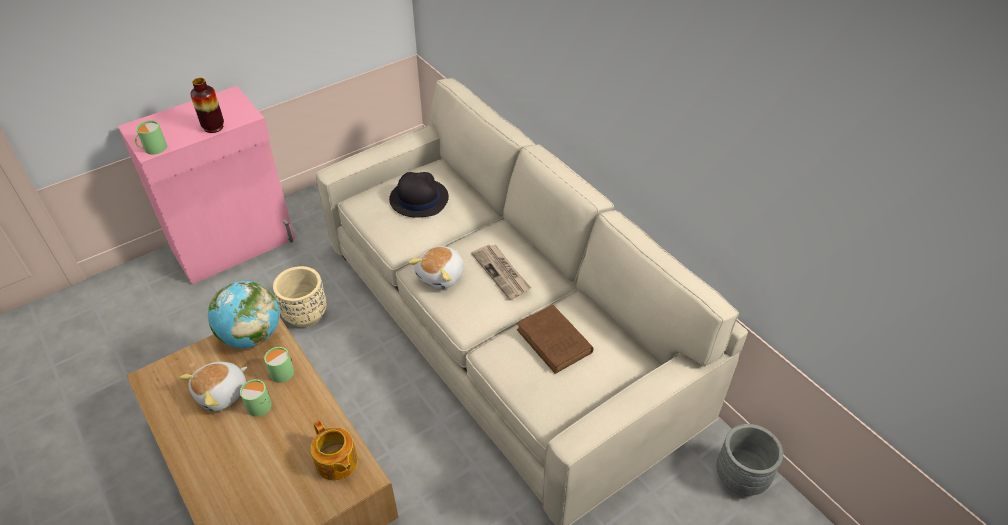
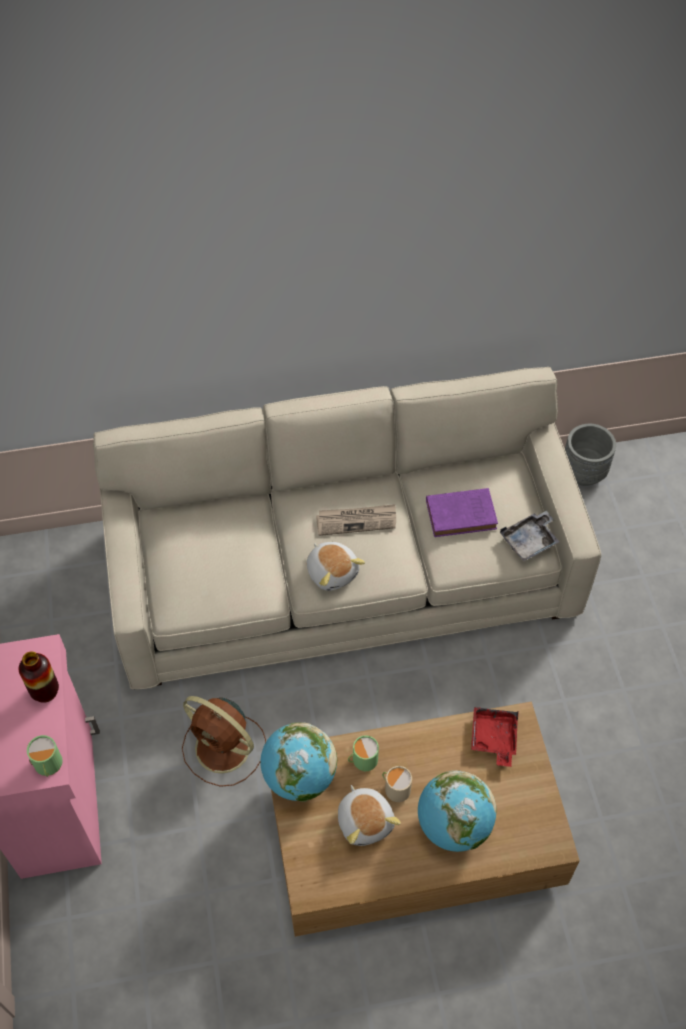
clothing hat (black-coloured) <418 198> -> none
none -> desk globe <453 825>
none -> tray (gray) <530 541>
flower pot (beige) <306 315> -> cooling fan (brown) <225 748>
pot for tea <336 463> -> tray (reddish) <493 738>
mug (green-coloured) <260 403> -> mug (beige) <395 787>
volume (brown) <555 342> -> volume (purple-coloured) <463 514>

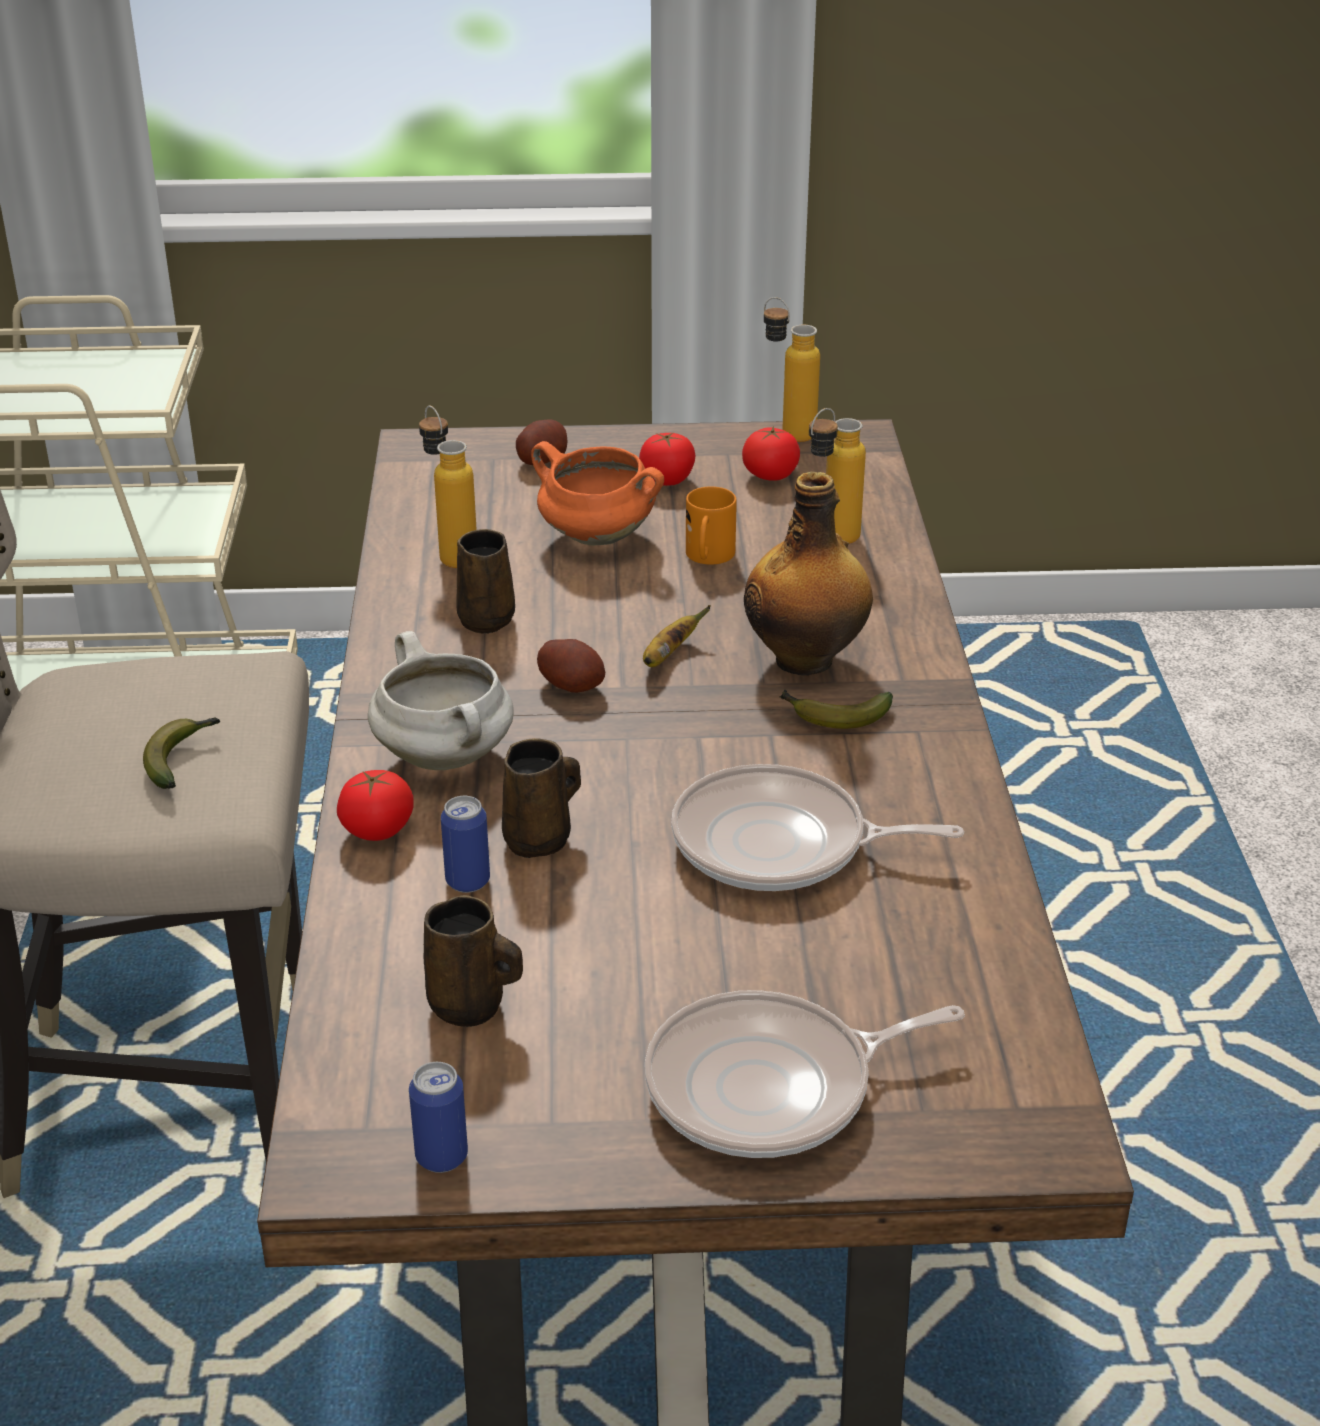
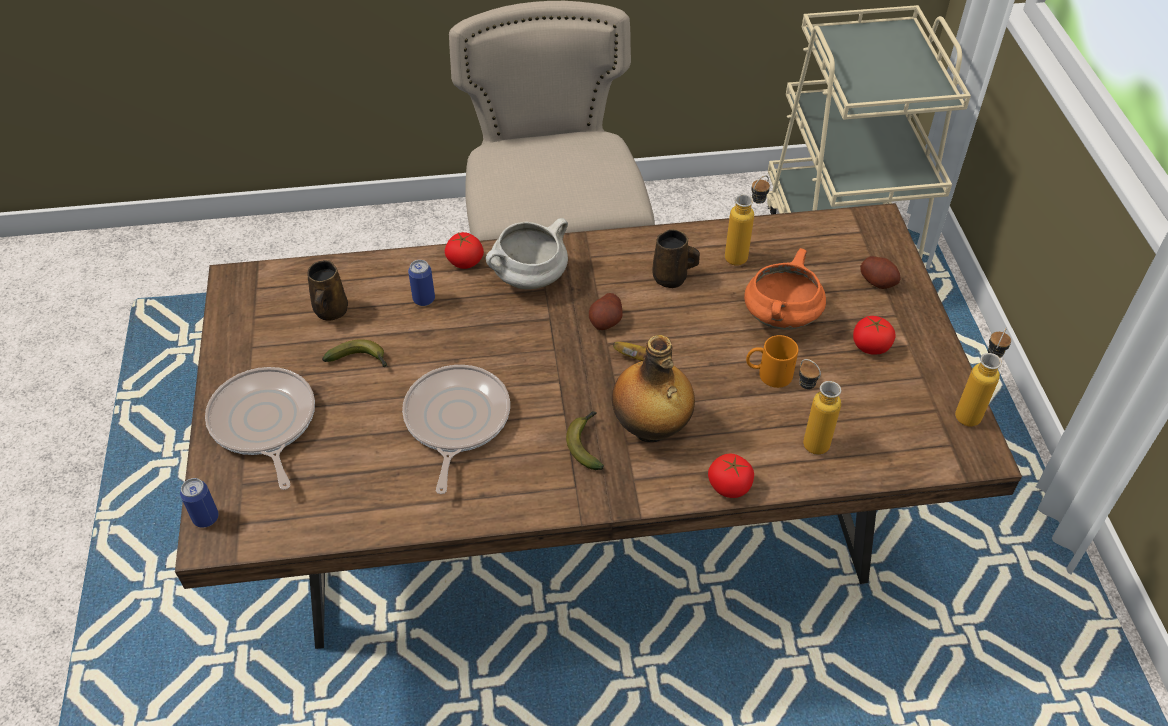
mug (brown) <540 839> -> none
whole banana <182 758> -> whole banana <360 360>, shifted
metal can <441 1156> -> metal can <206 518>, shifted
fresh tomato <770 475> -> fresh tomato <729 486>, shifted

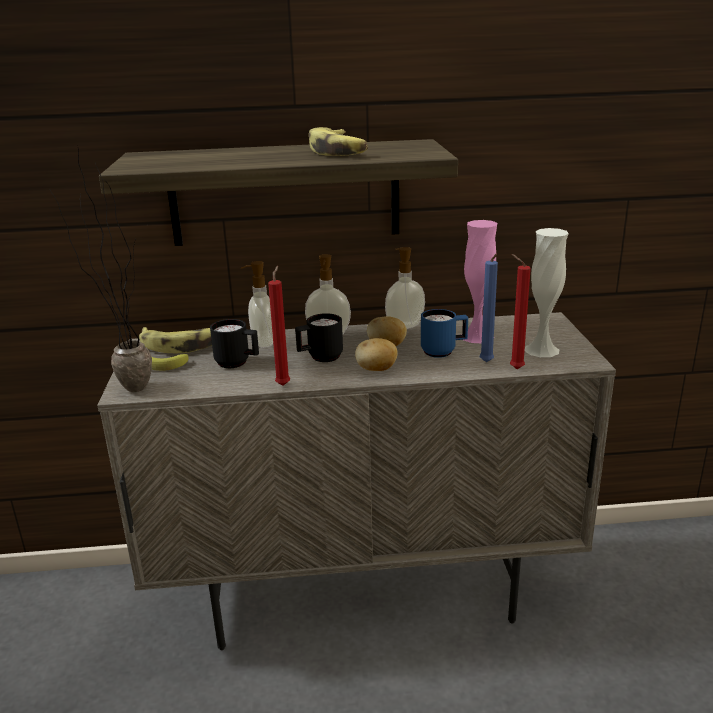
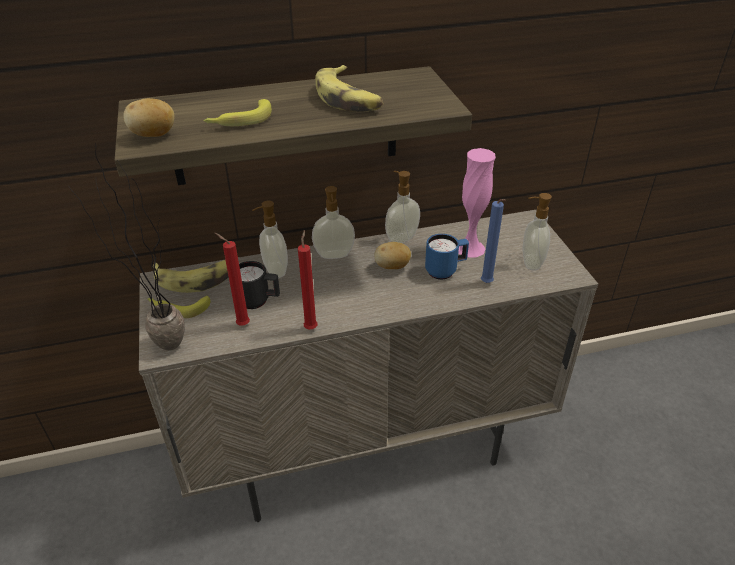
mug (black-coloured) <320 358> -> none
none -> whole banana <239 121>
spud <376 370> -> spud <154 135>, shifted
candle (reddish) <514 368> -> candle (reddish) <241 324>, shifted
vase (whitish) <541 350> -> liquid soap bottle <530 262>

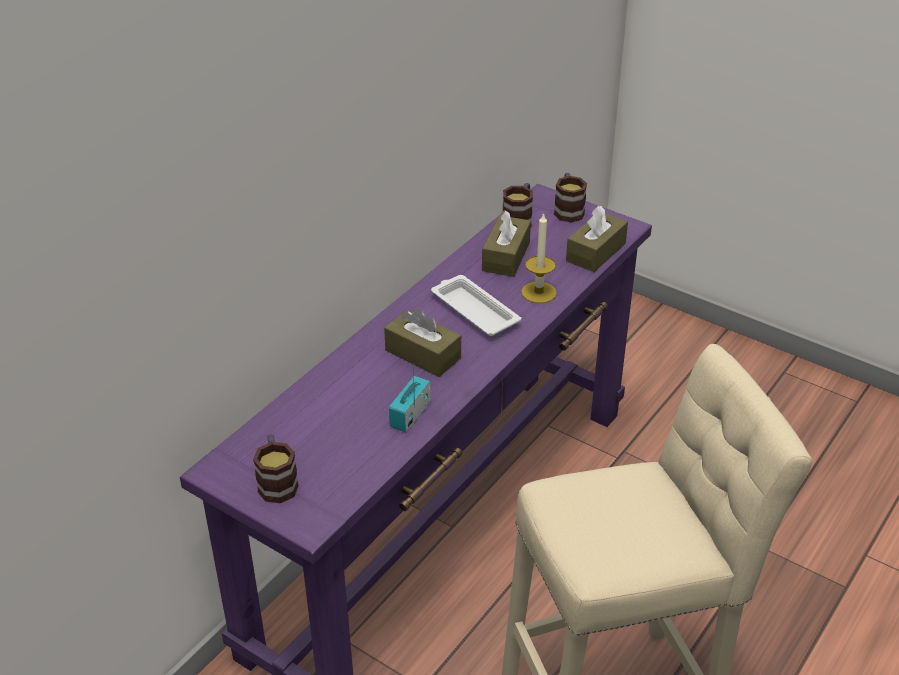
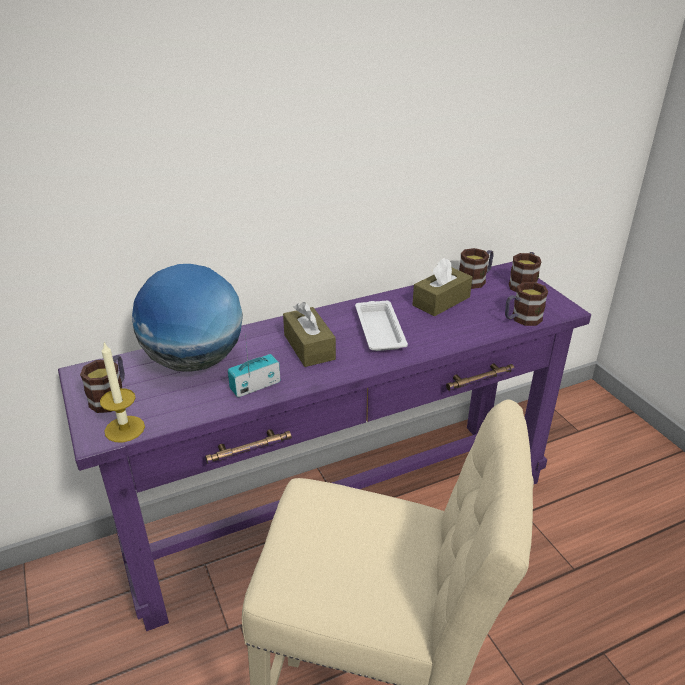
none -> desk globe <194 361>
candle <538 292> -> candle <124 429>, shifted
tissue holder (brown) <596 252> -> mug <521 319>

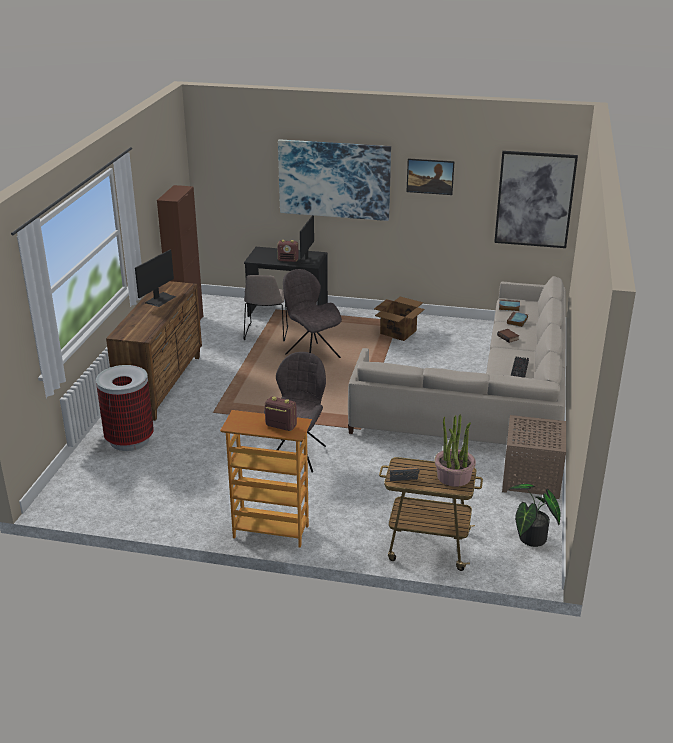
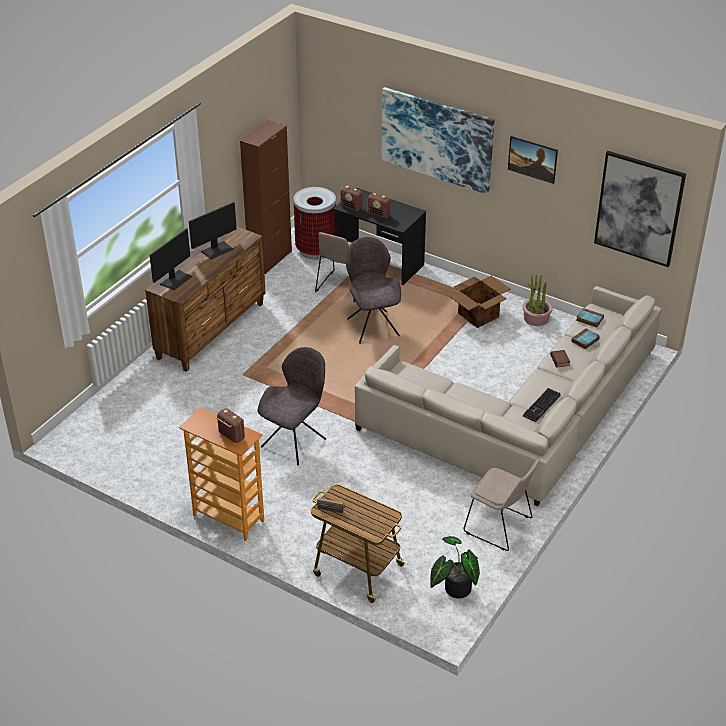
none -> radio set <351 207>
waste bin <129 440> -> waste bin <315 250>, shifted
computer display <310 259> -> computer display <176 280>, shifted
potted plant <453 476> -> potted plant <536 318>, shifted
end table (brown) <532 479> -> plain chair (beige) <500 526>

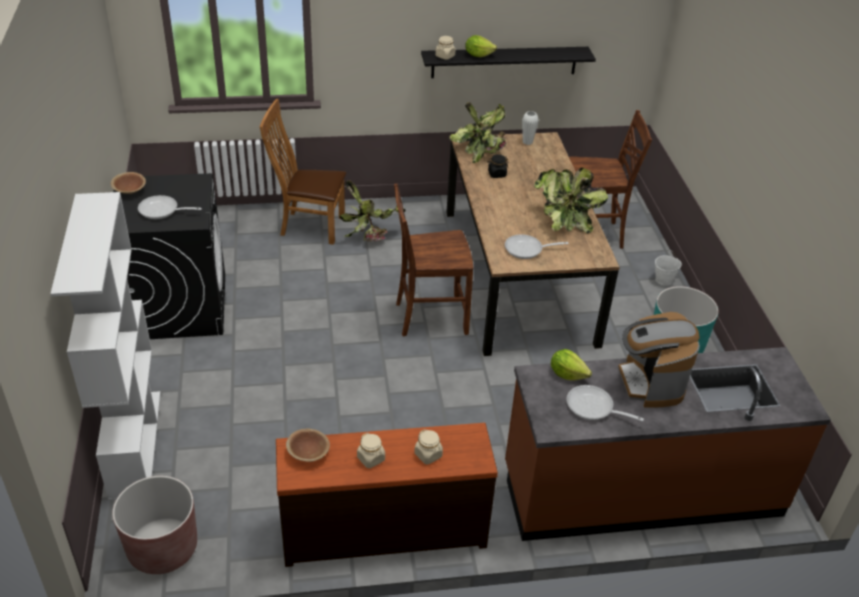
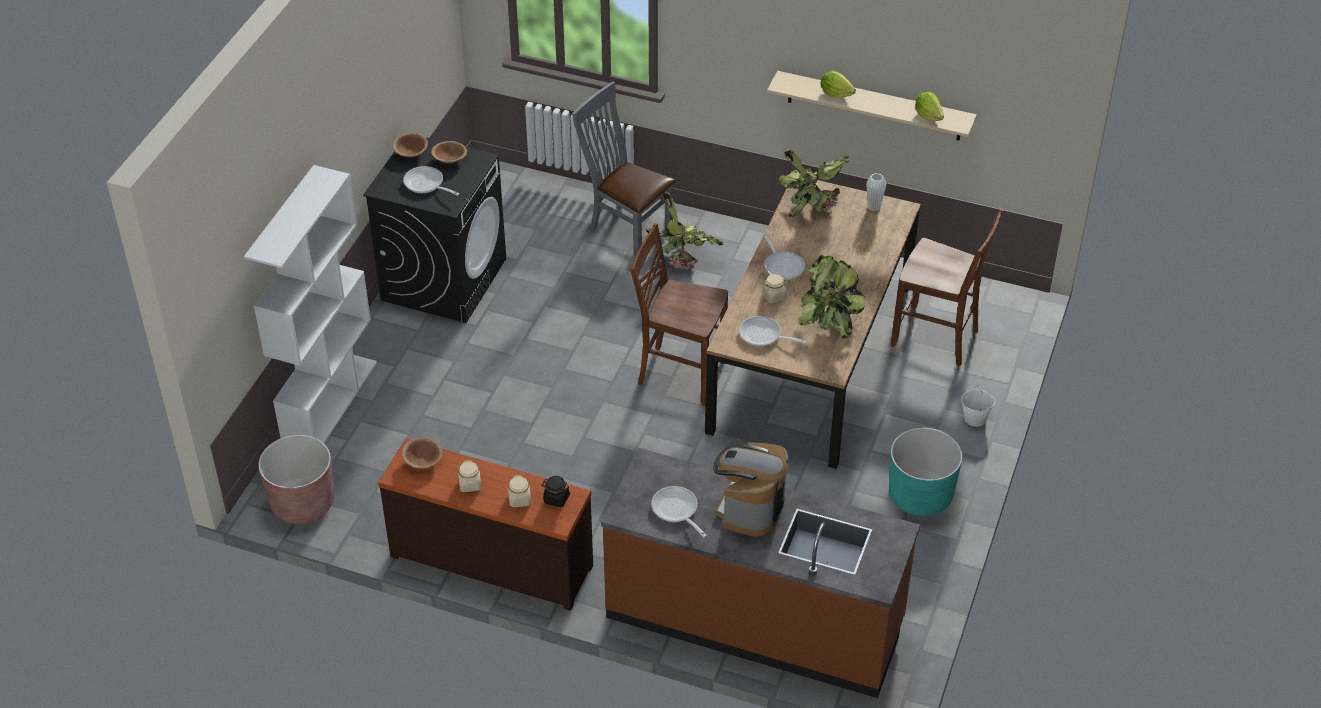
none -> serving bowl (brown) <449 159>
none -> pan <782 266>
preserve jar (beige) <445 56> -> preserve jar (beige) <774 296>, shifted
preserve jar (black-coloured) <496 174> -> preserve jar (black-coloured) <556 499>, shifted
head of lettuce <567 374> -> head of lettuce <928 115>, shifted
plain chair (brown) <308 226> -> plain chair (gray) <626 227>
shelf (black-coloured) <504 62> -> shelf (beige) <874 106>

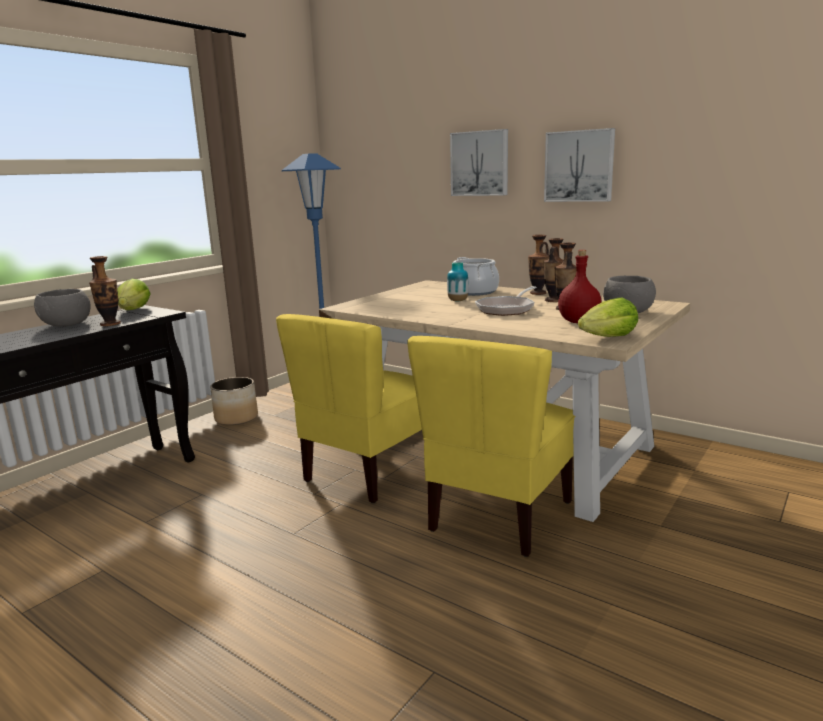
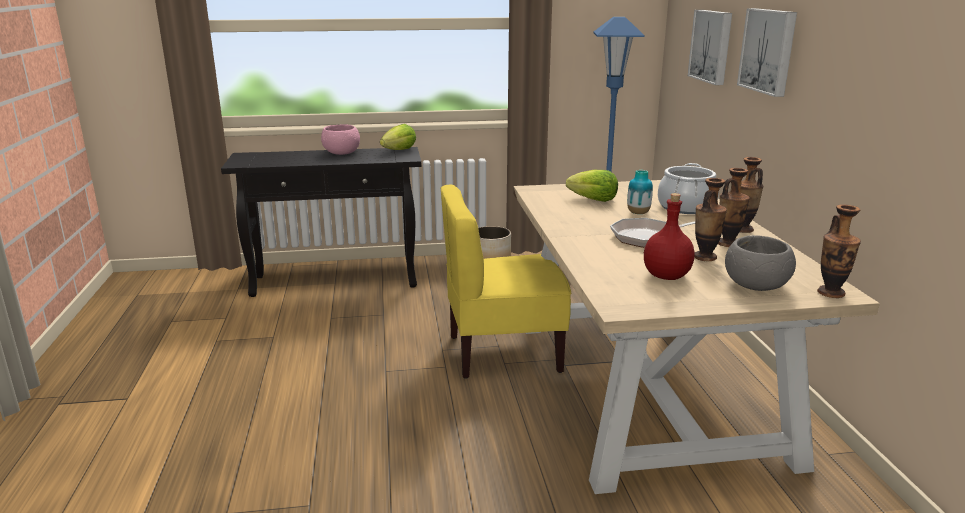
plain chair (yellowish) <498 516> -> none
vase <110 324> -> vase <831 293>, shifted
picture <579 166> -> picture <712 46>, shifted
head of lettuce <609 337> -> head of lettuce <593 200>, shifted
serving bowl (gray) <66 324> -> serving bowl (pinkish) <342 153>

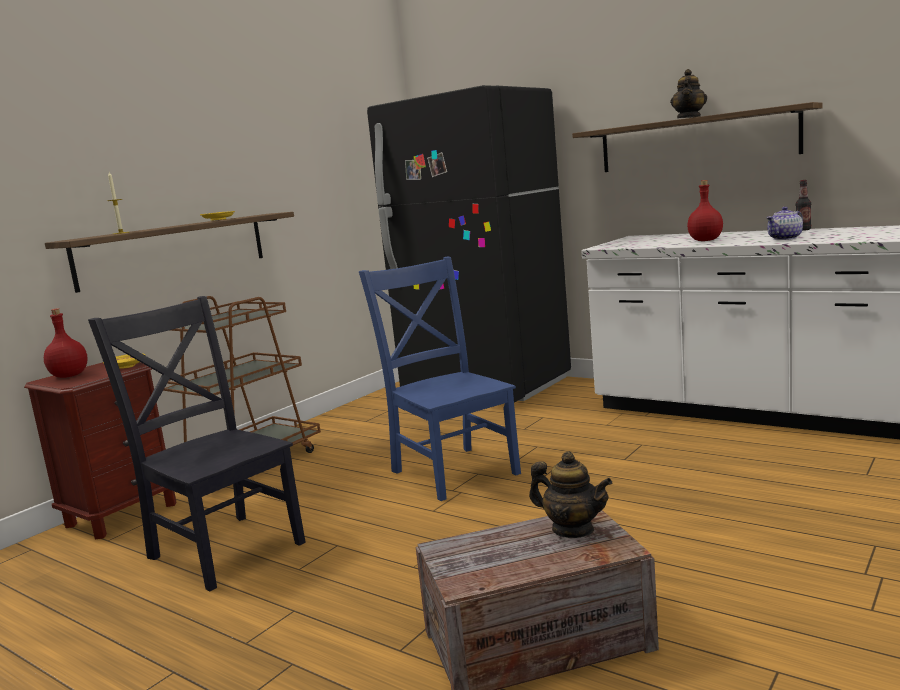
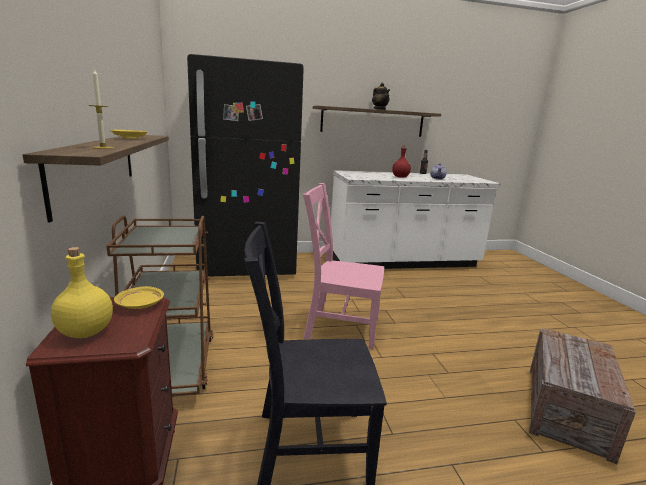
pot for tea <573 530> -> none
bottle (reddish) <69 376> -> bottle (yellowish) <85 332>
plain chair (blue) <452 470> -> plain chair (pinkish) <339 327>

